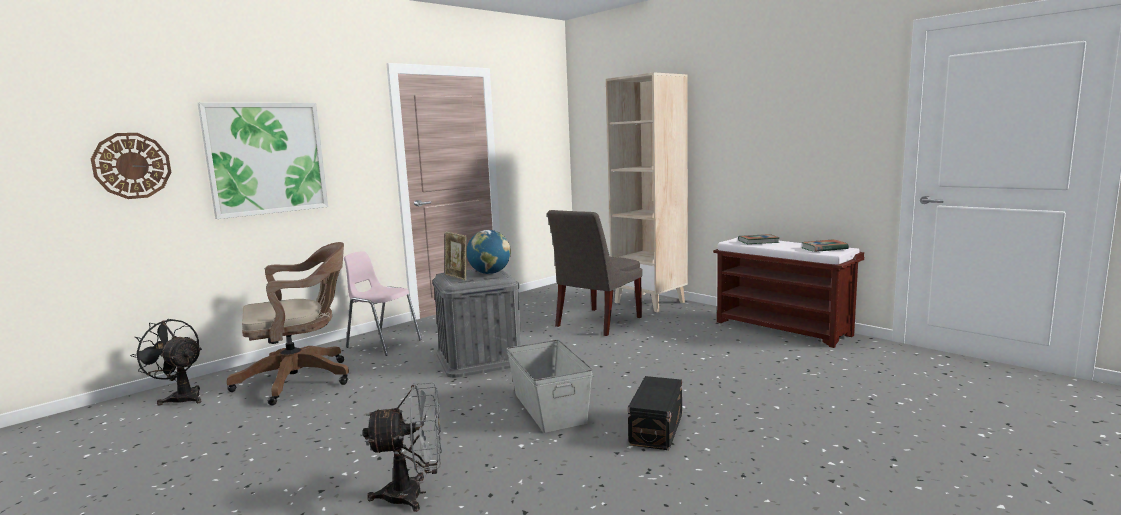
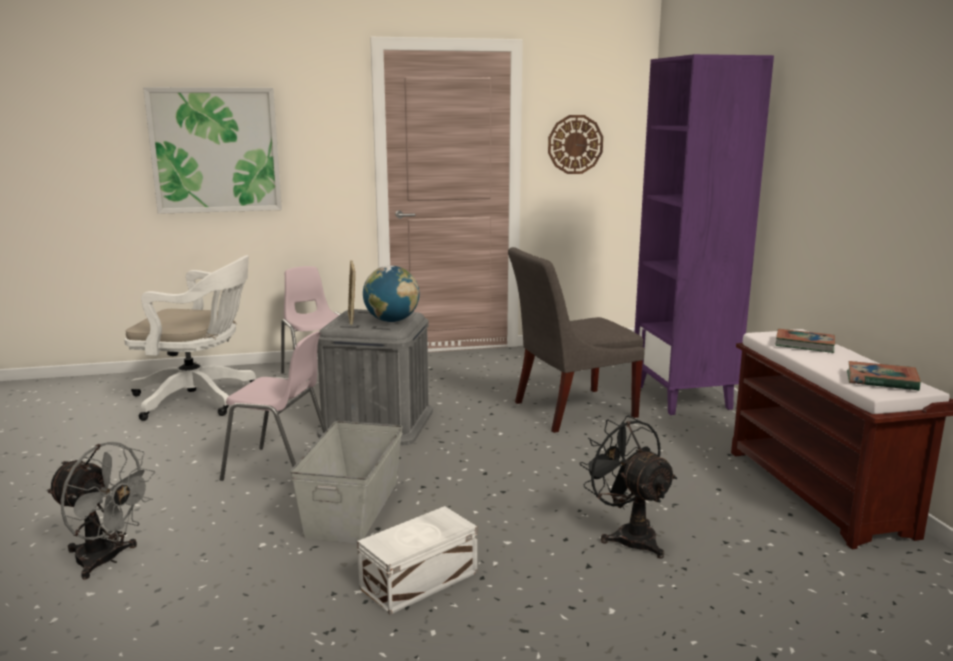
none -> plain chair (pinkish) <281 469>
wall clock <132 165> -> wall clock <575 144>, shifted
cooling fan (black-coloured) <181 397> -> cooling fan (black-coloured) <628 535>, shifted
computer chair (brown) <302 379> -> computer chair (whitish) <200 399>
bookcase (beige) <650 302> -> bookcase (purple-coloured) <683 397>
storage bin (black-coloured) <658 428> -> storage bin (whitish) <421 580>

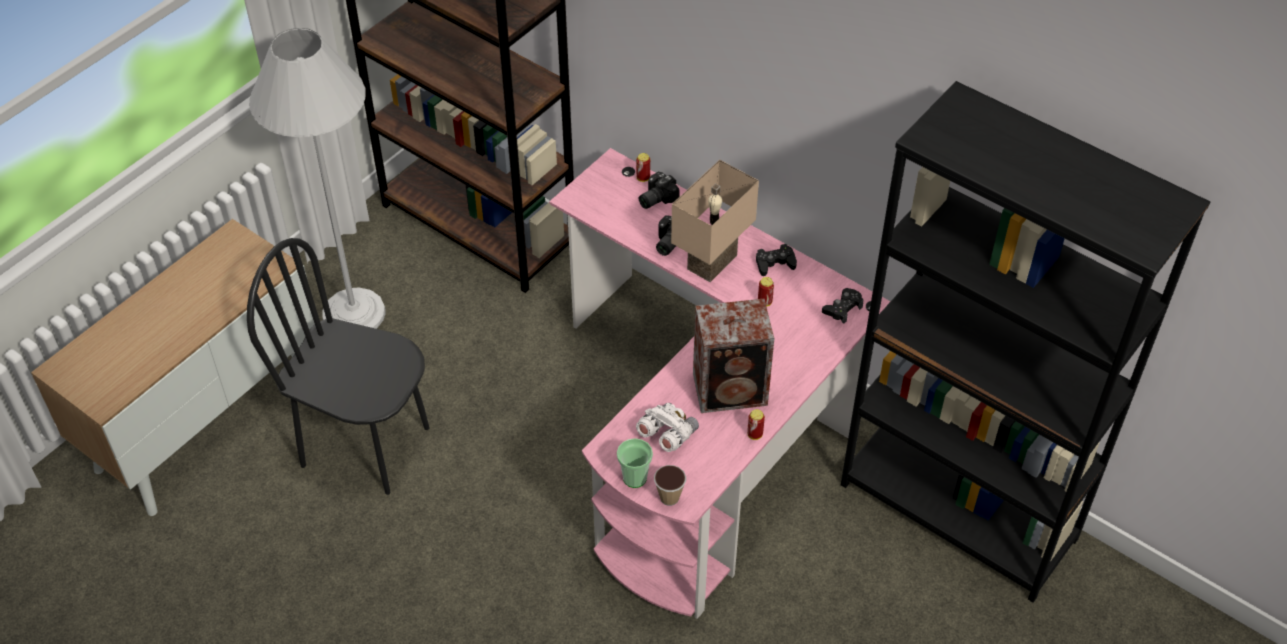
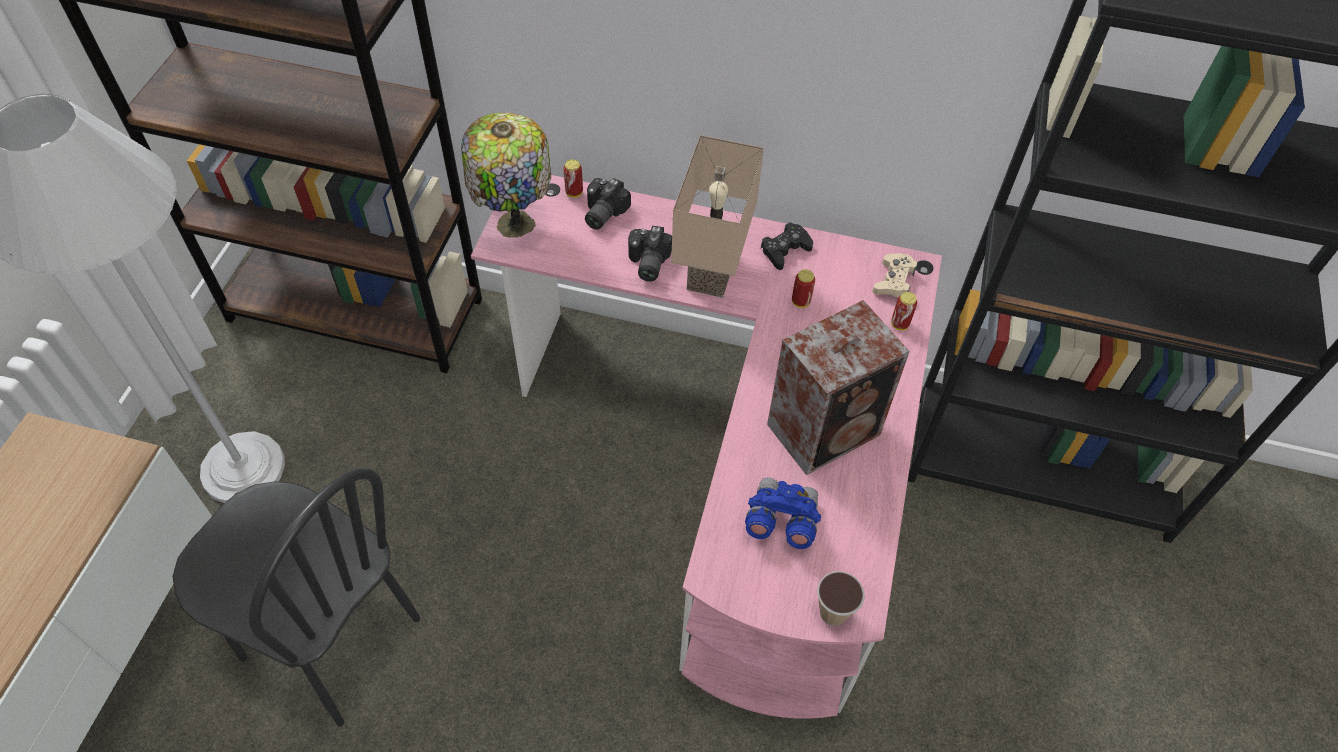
small cup <634 478> -> none
none -> lamp for a table <514 226>
metal can <755 434> -> metal can <899 324>, shifted
binoculars (whitish) <666 434> -> binoculars (blue) <780 521>
joypad (black-coloured) <842 308> -> joypad (beige) <893 281>
plain chair (black-coloured) <366 445> -> plain chair (black-coloured) <330 640>, 150 degrees counterclockwise

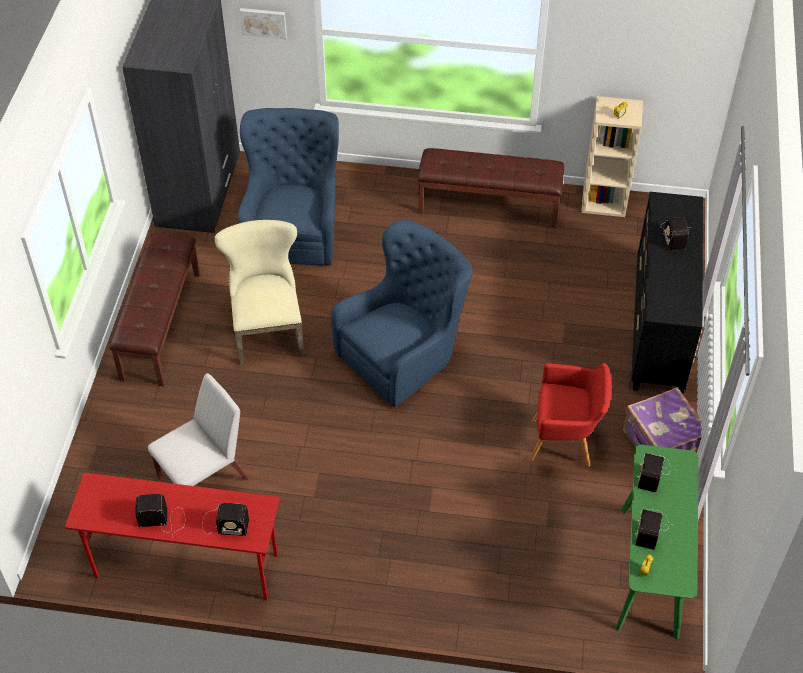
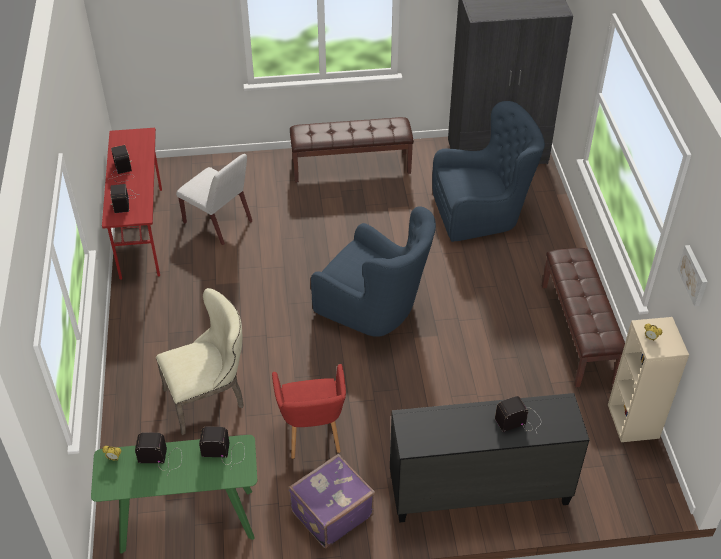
plain chair (beige) <267 329> -> plain chair (beige) <209 398>, shifted
picture <263 22> -> picture <694 275>, shifted

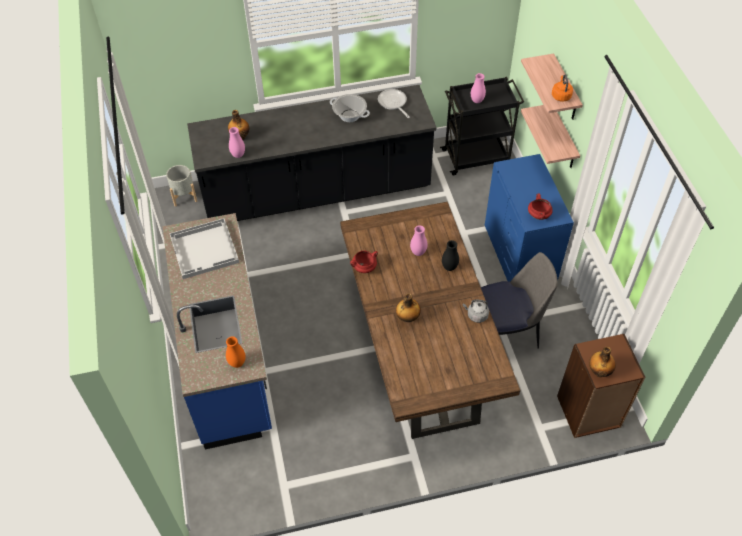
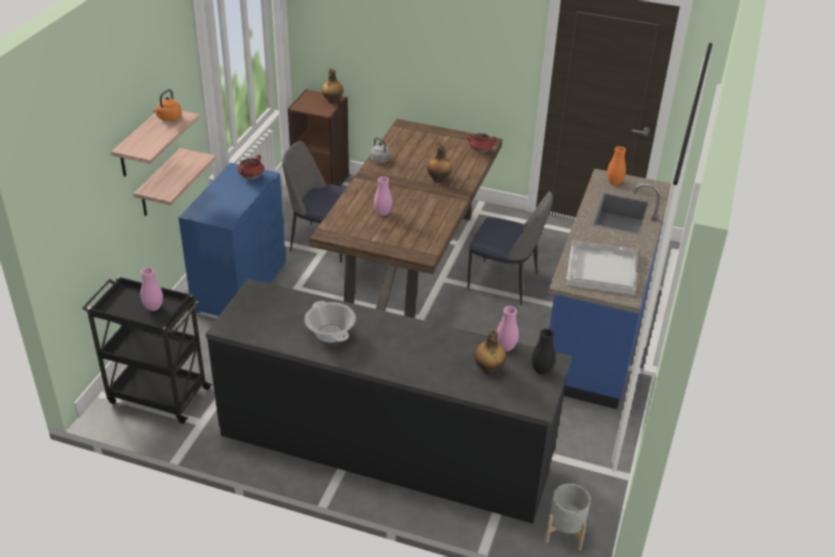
pan <393 103> -> none
none -> plain chair <505 283>
saucepot (reddish) <364 268> -> saucepot (reddish) <480 151>, shifted
vase (black-coloured) <449 267> -> vase (black-coloured) <541 371>, shifted

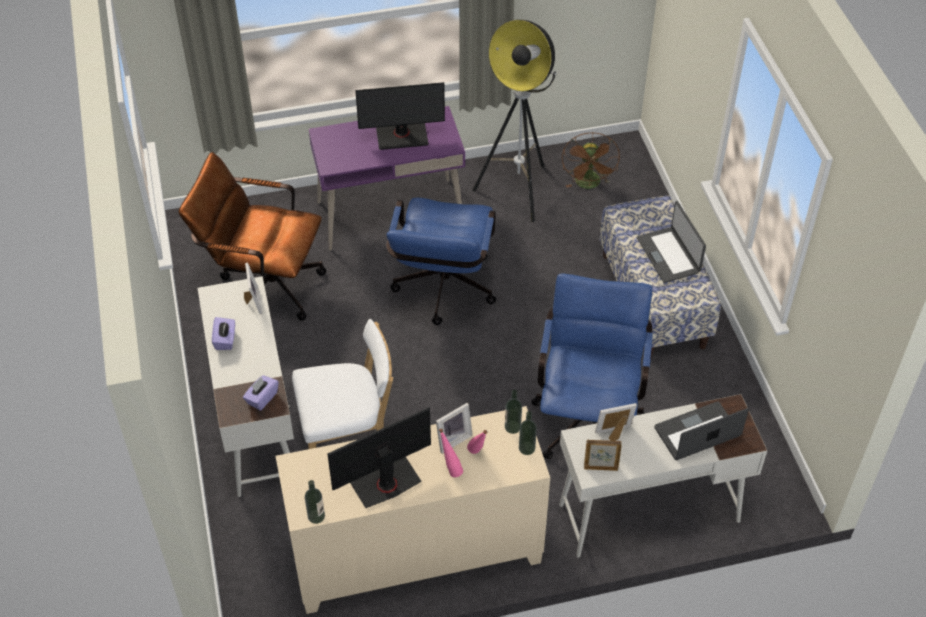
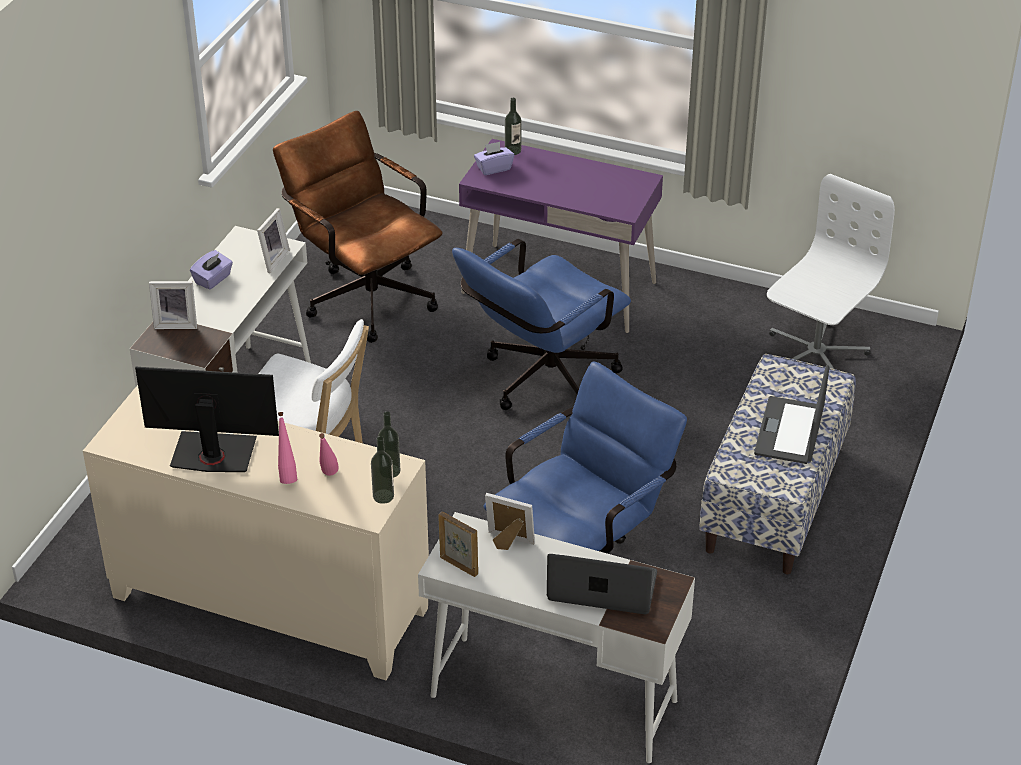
computer display <402 136> -> none
standard lamp <518 191> -> none
tissue holder (purple-coloured) <262 398> -> tissue holder (purple-coloured) <493 168>, shifted
bottle <316 516> -> bottle <513 150>, shifted
standing frame <452 439> -> standing frame <176 323>, shifted
cooling fan (brown) <589 185> -> computer chair (whitish) <815 354>

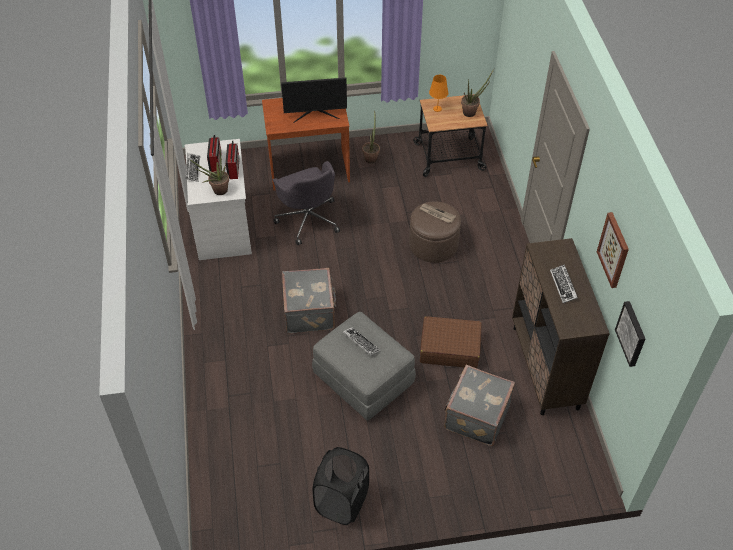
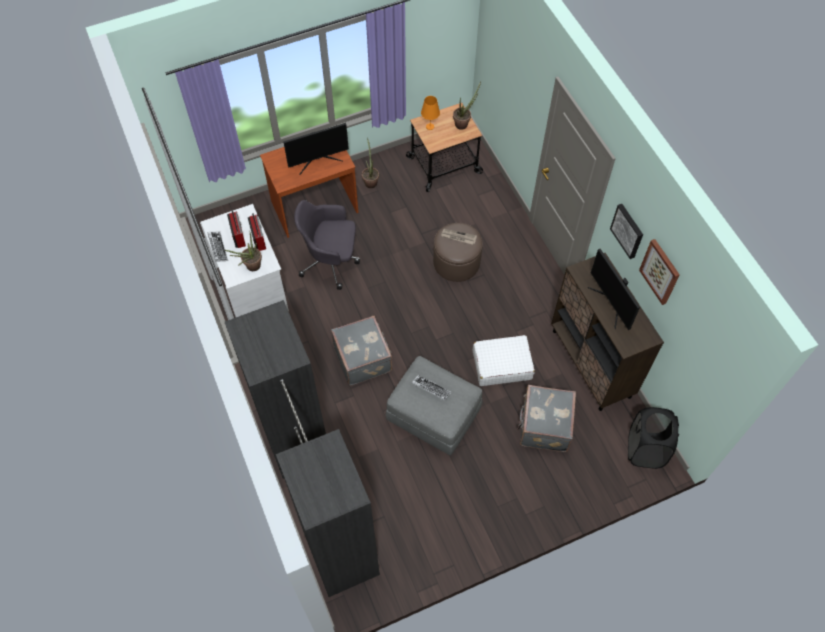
none -> wardrobe (black-coloured) <317 495>
laundry basket (black-coloured) <342 502> -> laundry basket (black-coloured) <645 449>, shifted
picture <632 333> -> picture <628 230>, shifted
keyboard <563 285> -> computer display <611 303>
travel case (brown) <449 348> -> travel case (whitish) <501 365>
computer chair (gray) <308 219> -> computer chair (gray) <331 261>, 135 degrees clockwise

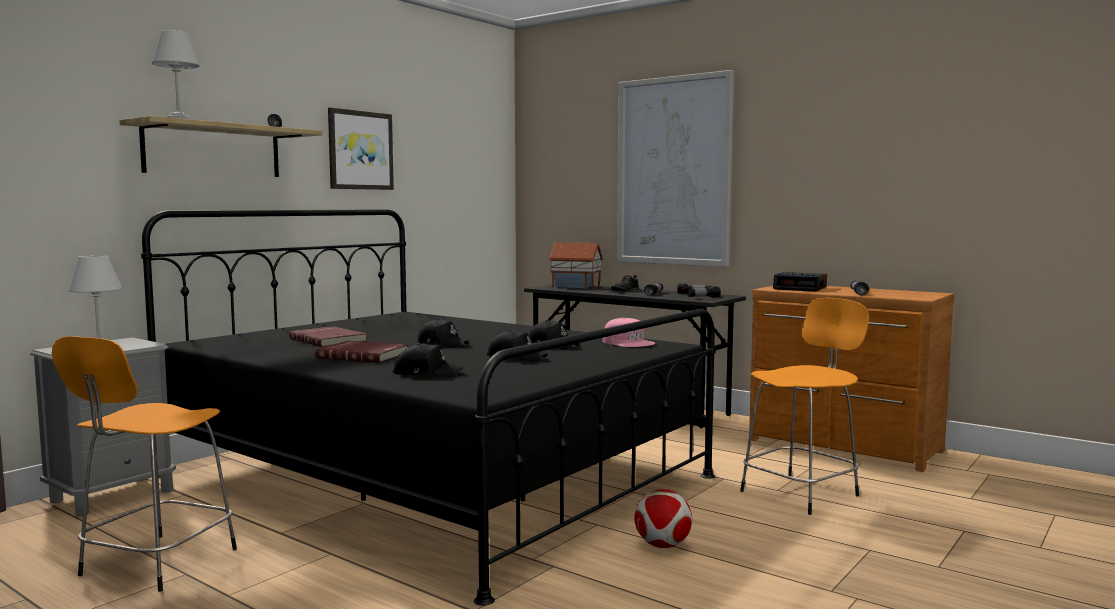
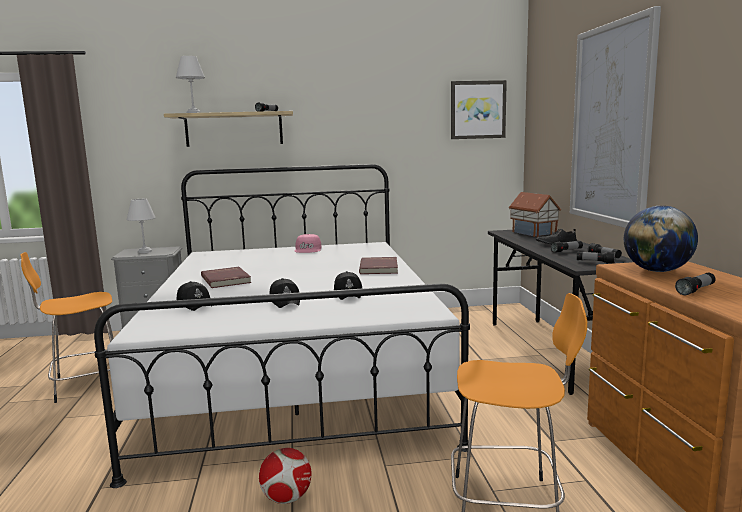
peaked cap (black-coloured) <442 344> -> none
volume (reddish) <329 340> -> volume (reddish) <379 268>, shifted
picture <360 150> -> picture <477 110>, shifted
peaked cap (pinkish) <628 342> -> peaked cap (pinkish) <308 249>, shifted
alarm clock <800 288> -> desk globe <657 271>
sleeping bed (black-coloured) <432 475> -> sleeping bed (whitish) <296 373>

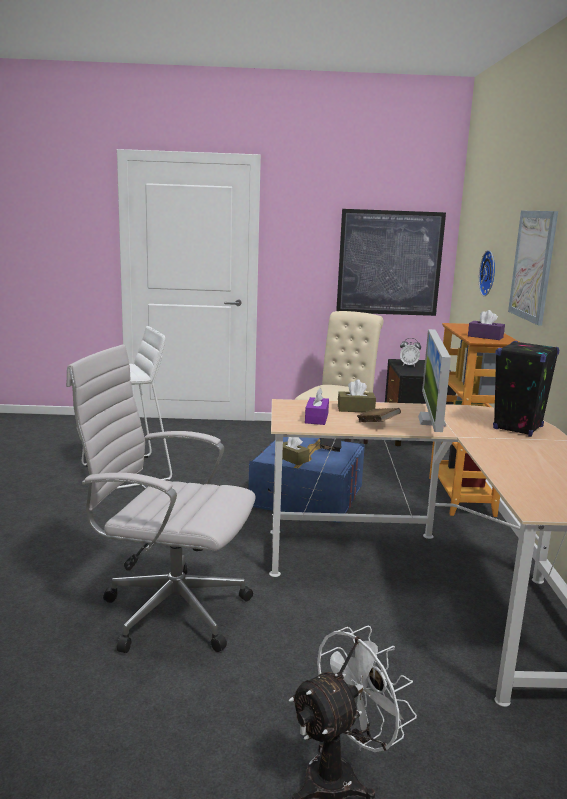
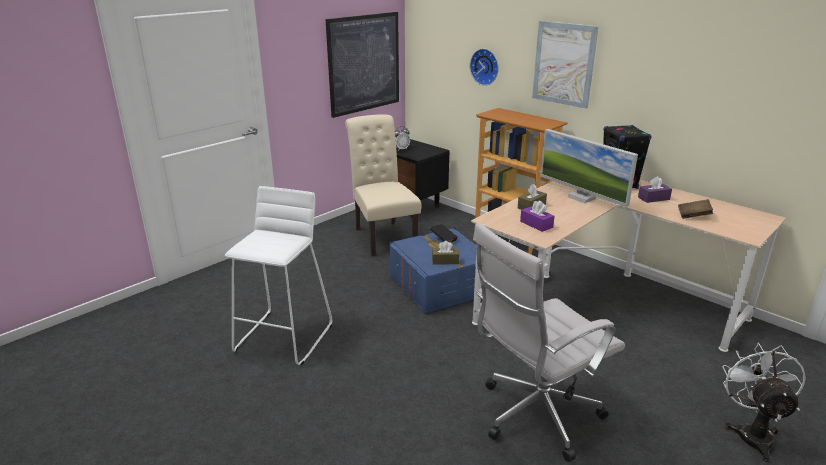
volume (brown) <377 425> -> volume (brown) <693 216>, shifted
tissue holder (purple-coloured) <485 337> -> tissue holder (purple-coloured) <653 198>, shifted

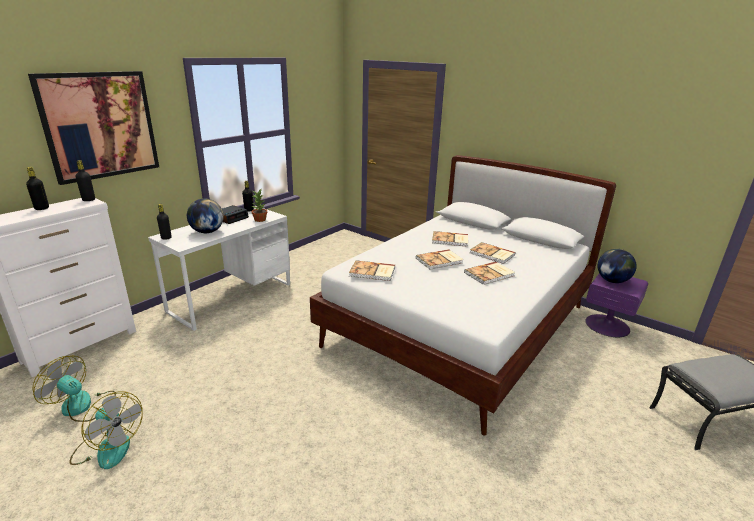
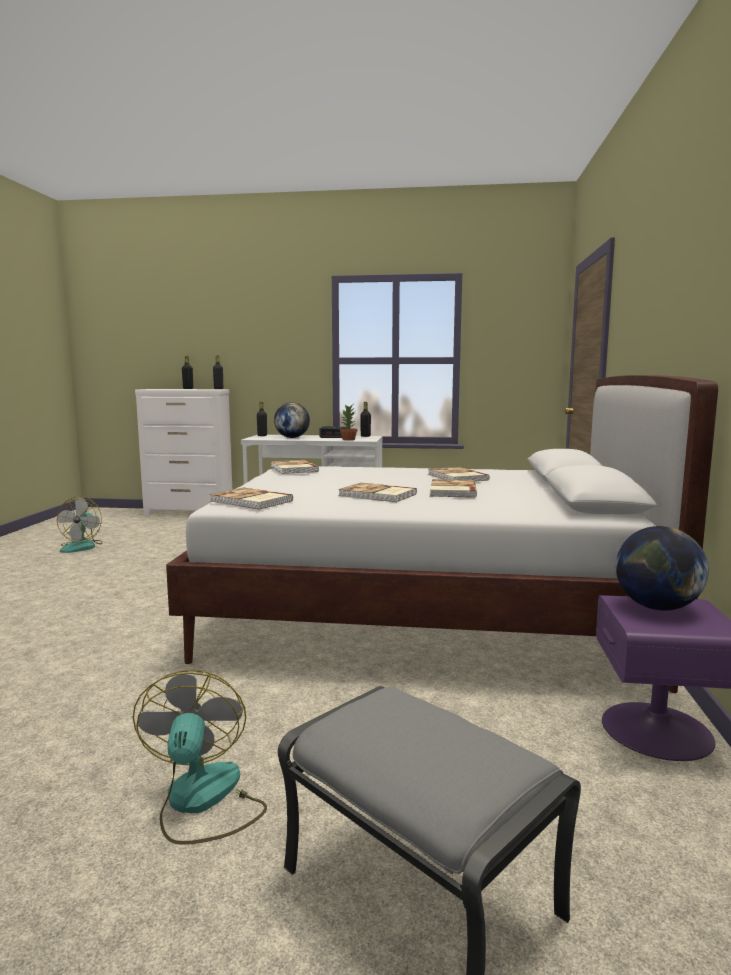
picture <100 125> -> none
cooling fan <83 407> -> cooling fan <202 801>, shifted
volume <440 261> -> volume <250 501>, shifted

